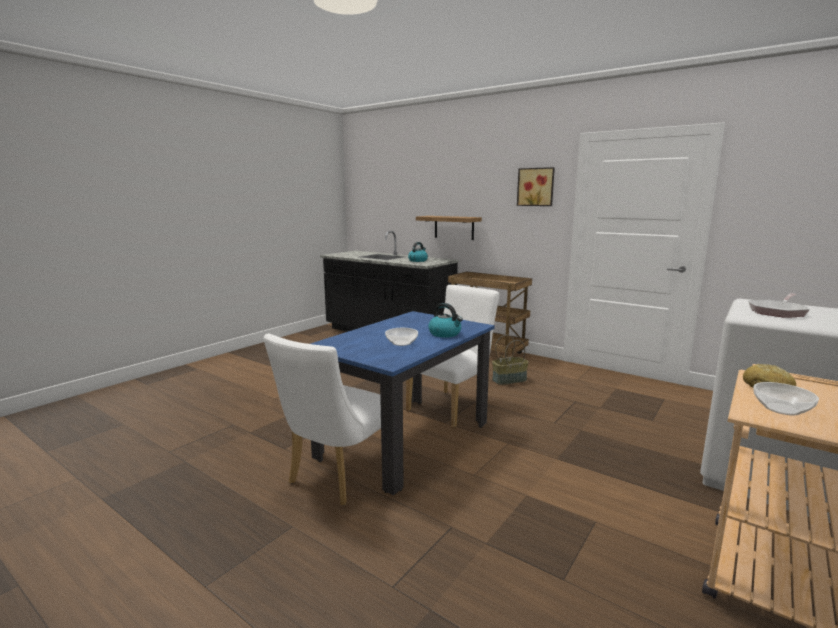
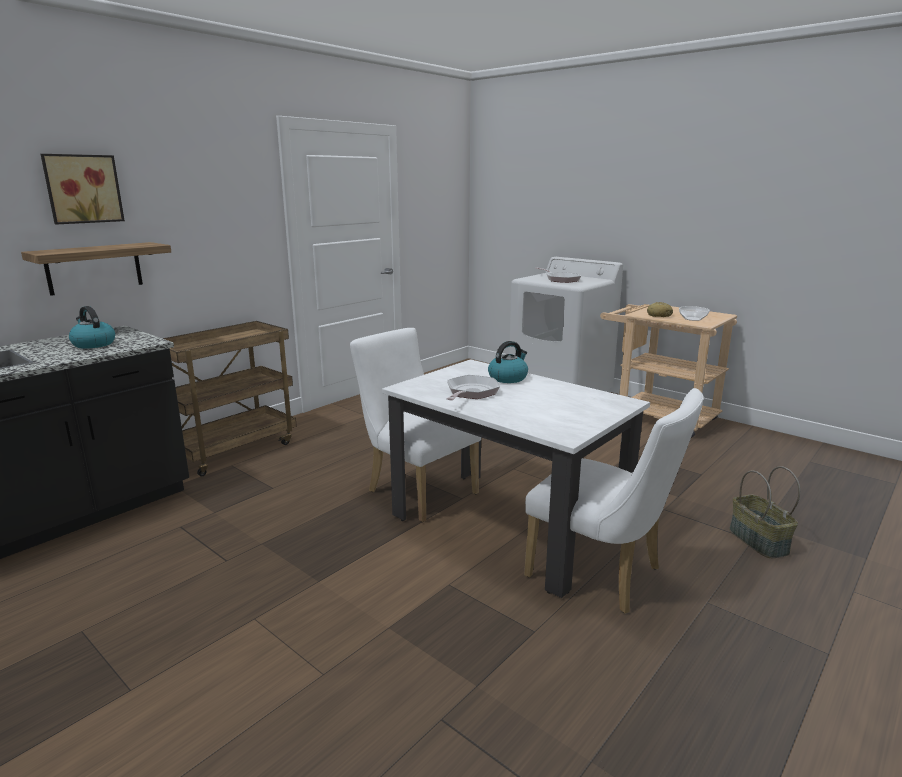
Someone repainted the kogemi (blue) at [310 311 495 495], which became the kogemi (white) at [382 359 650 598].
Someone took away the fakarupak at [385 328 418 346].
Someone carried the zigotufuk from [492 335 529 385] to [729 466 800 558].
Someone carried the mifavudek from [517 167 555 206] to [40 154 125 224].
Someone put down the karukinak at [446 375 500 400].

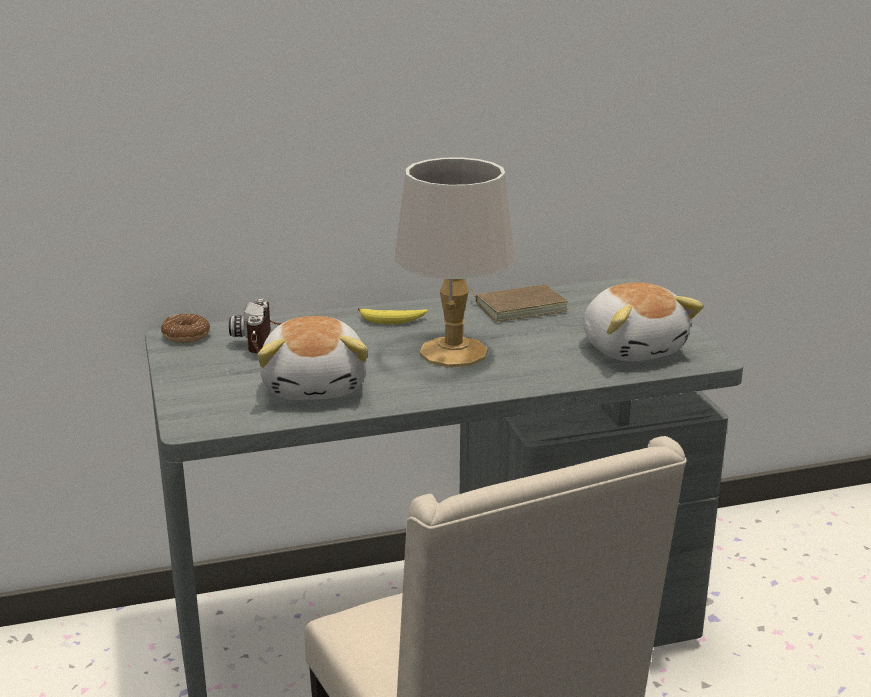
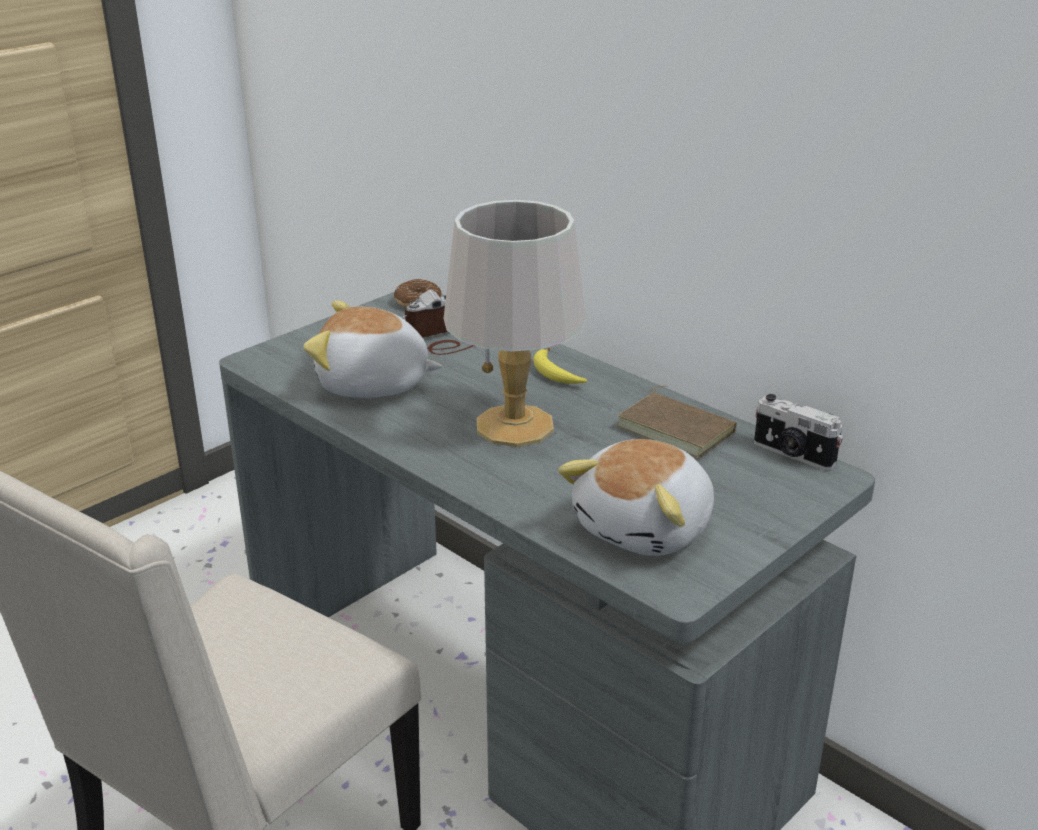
Someone rotated the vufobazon at [258 316 368 400] by 45 degrees clockwise.
Someone put down the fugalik at [754 394 843 471].

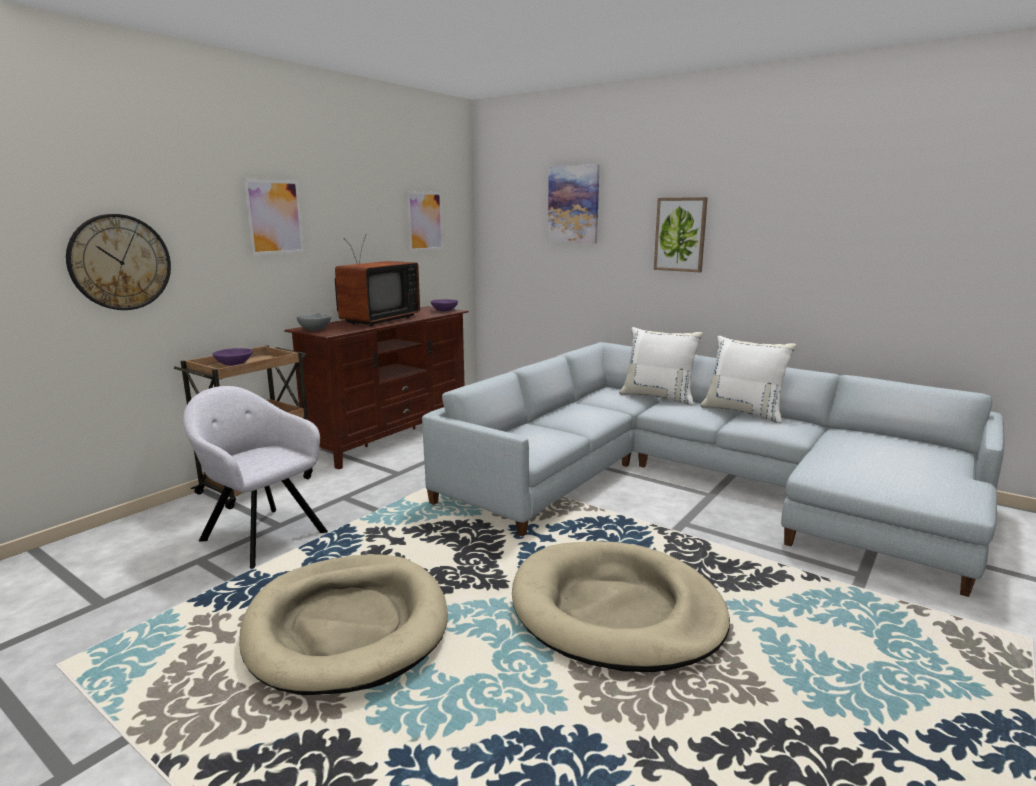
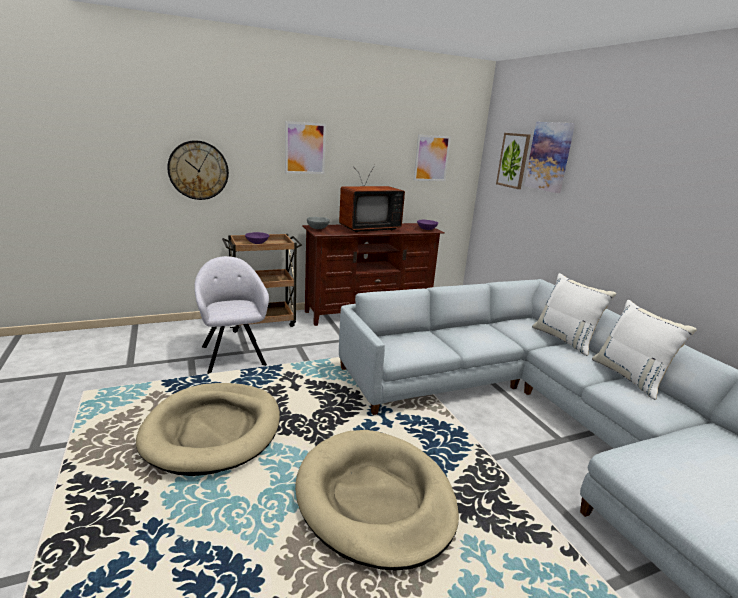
Someone carried the mifavudek from [654 197 708 272] to [496 133 531 189].

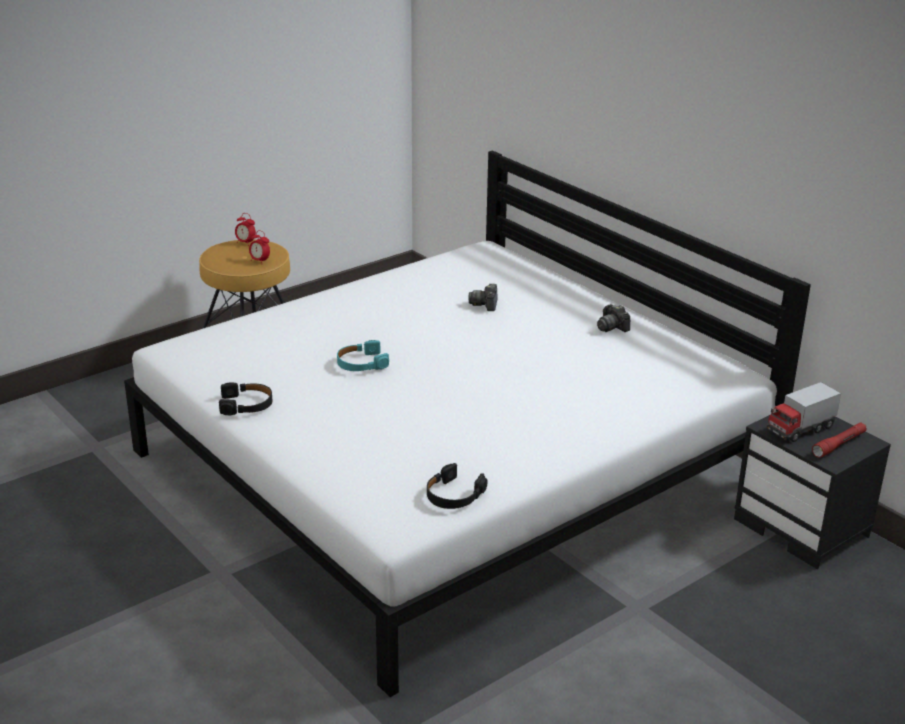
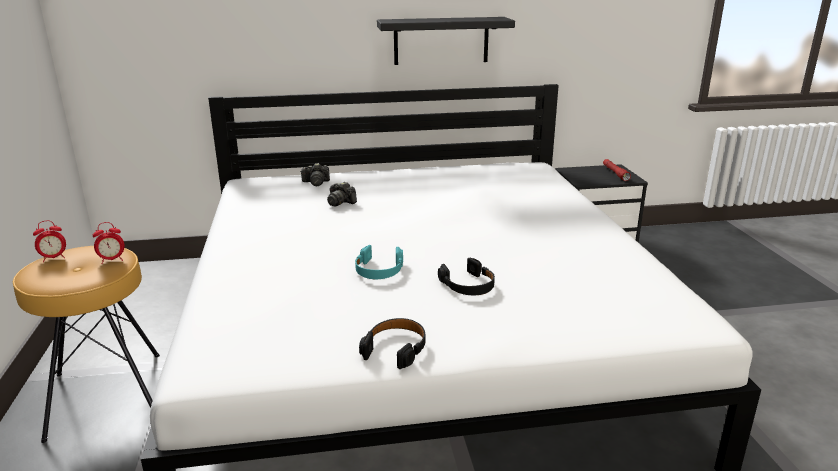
Someone carried the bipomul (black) from [427 463 487 509] to [438 258 495 295].
Someone carried the fugalik from [597 304 630 332] to [301 163 330 186].
Someone took away the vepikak at [766 382 841 442].
Someone put up the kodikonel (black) at [377 17 515 65].

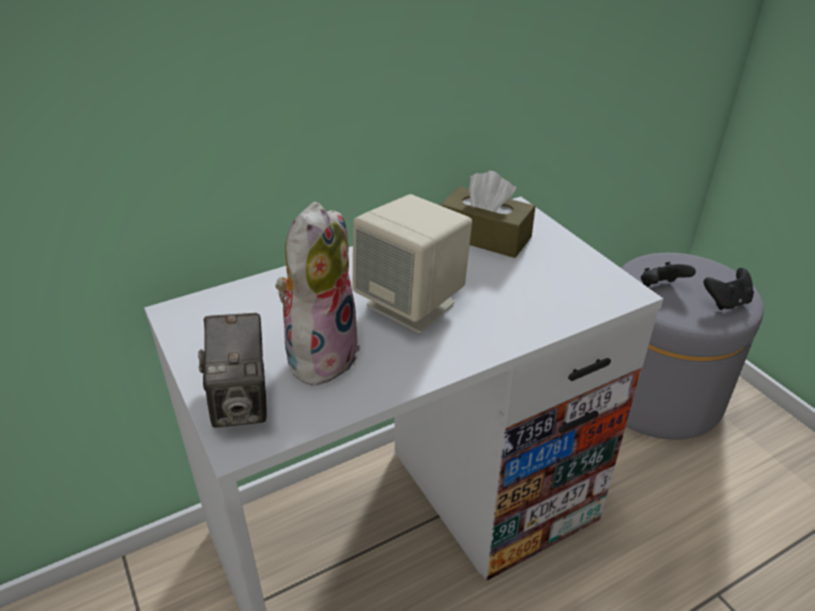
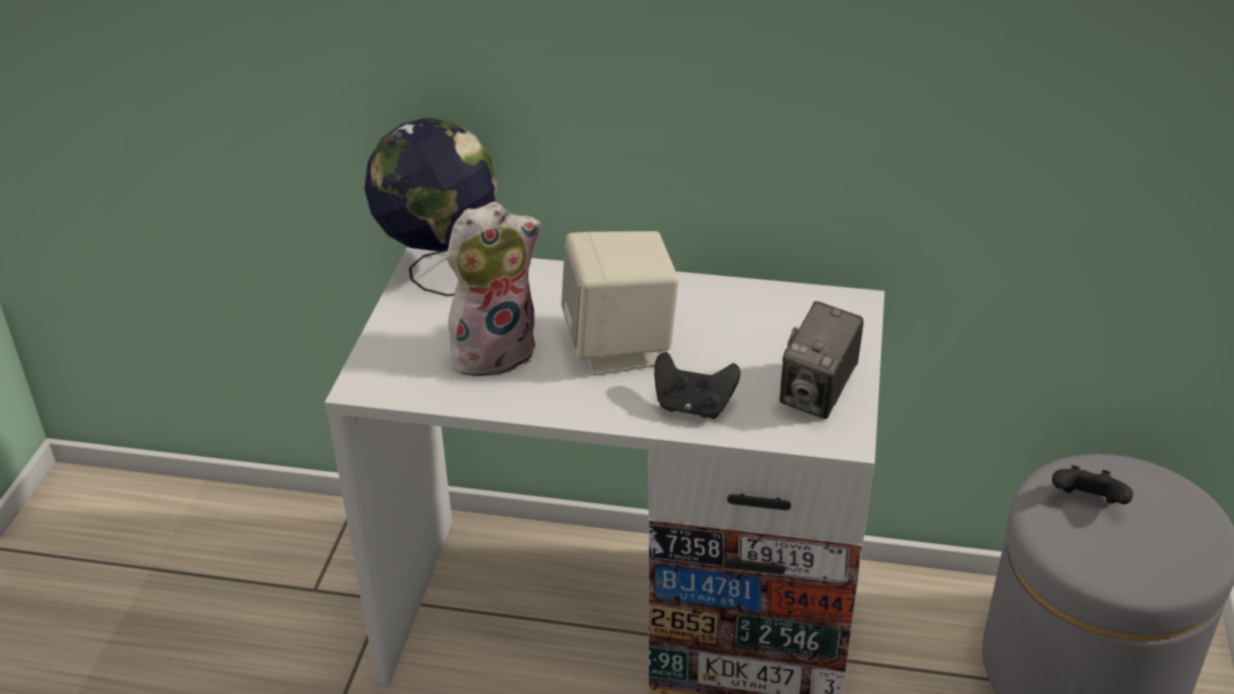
Someone carried the fugalik from [198 313 267 428] to [780 301 864 419].
Someone took away the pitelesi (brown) at [440 171 536 258].
Someone carried the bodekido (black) from [704 268 754 310] to [654 352 740 419].
Someone put down the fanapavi at [364 118 497 297].

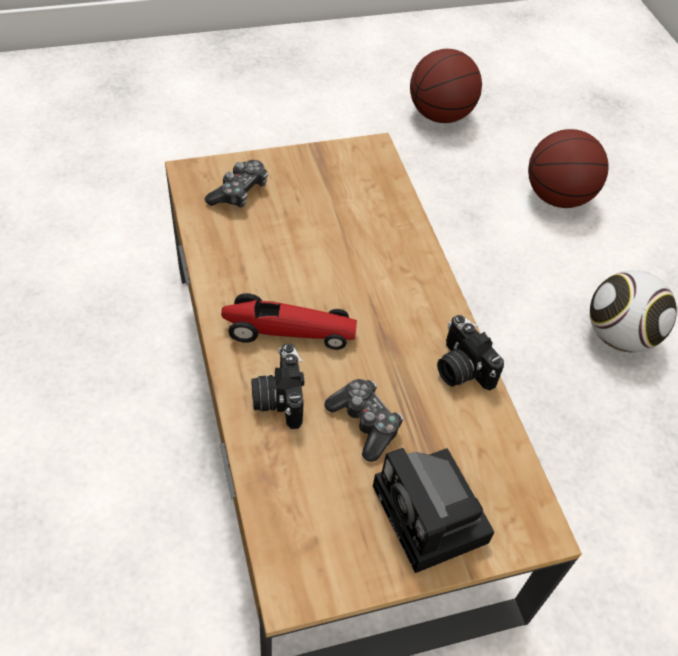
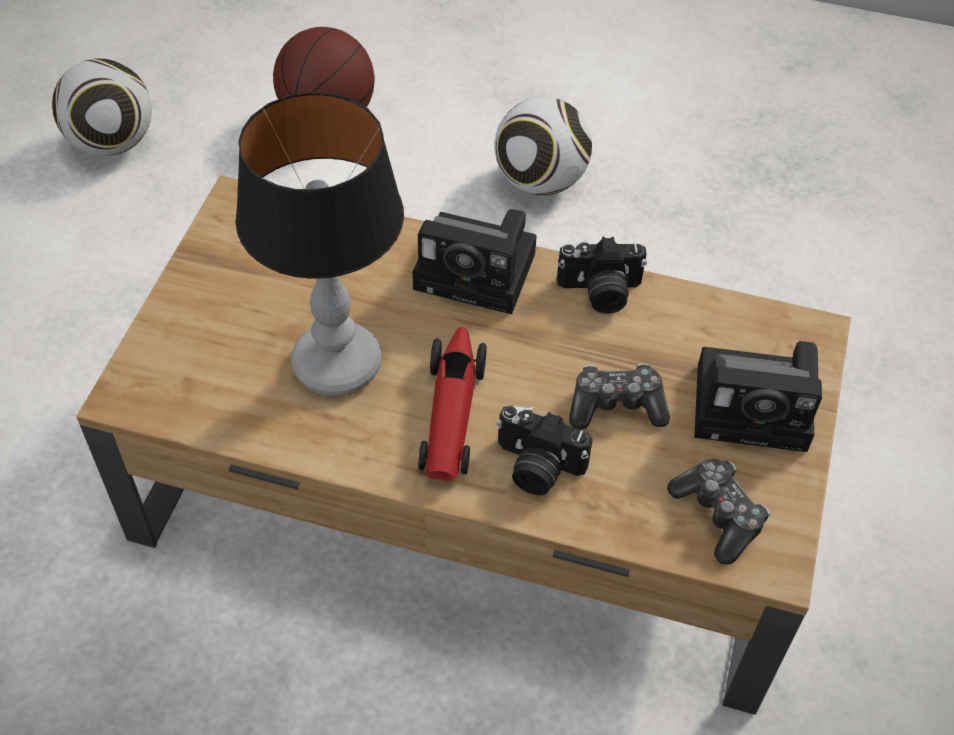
Someone carried the bodekido from [205 160 268 208] to [667 458 770 565].
Someone rotated the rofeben at [221 293 357 350] by 150 degrees clockwise.
Someone swapped the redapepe at [410 49 482 123] for the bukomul at [52 59 152 156].
Someone put down the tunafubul at [235 92 404 396].
Someone put down the fugalik at [413 209 537 314].

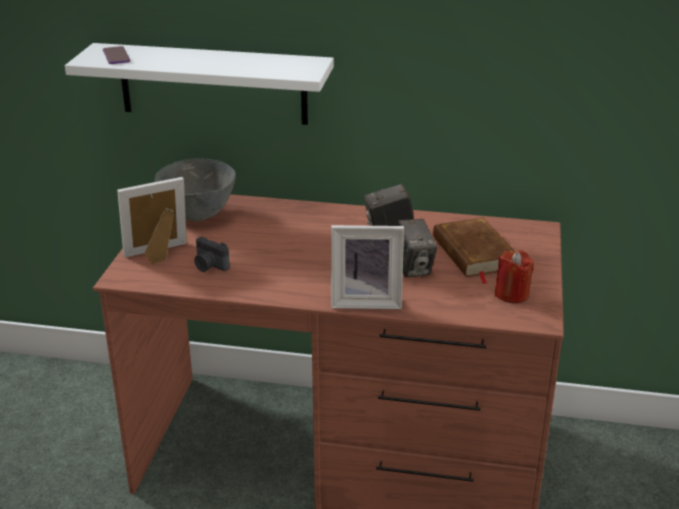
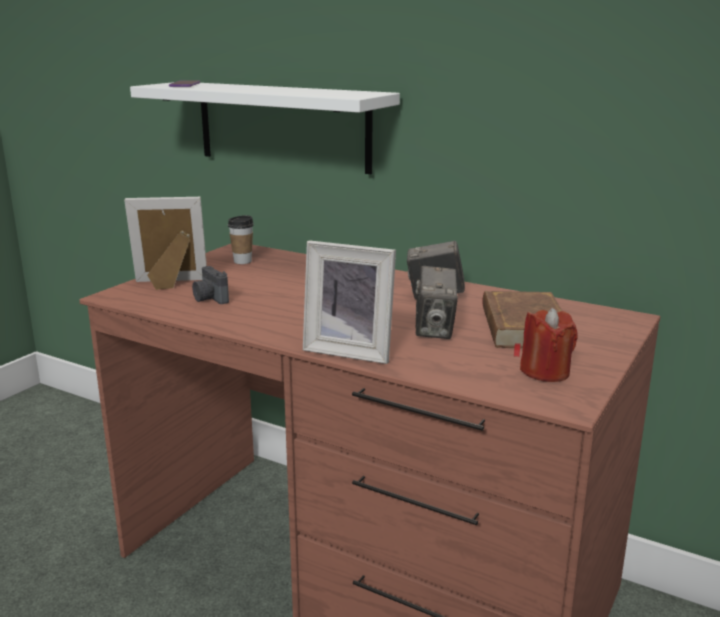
Someone swapped the fakarupak (grey) at [155 158 236 221] for the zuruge at [228 215 254 264].

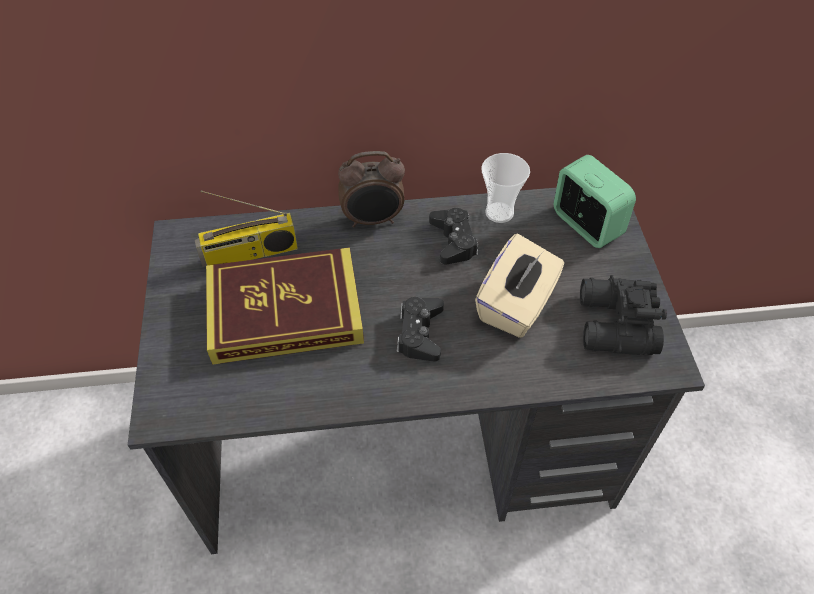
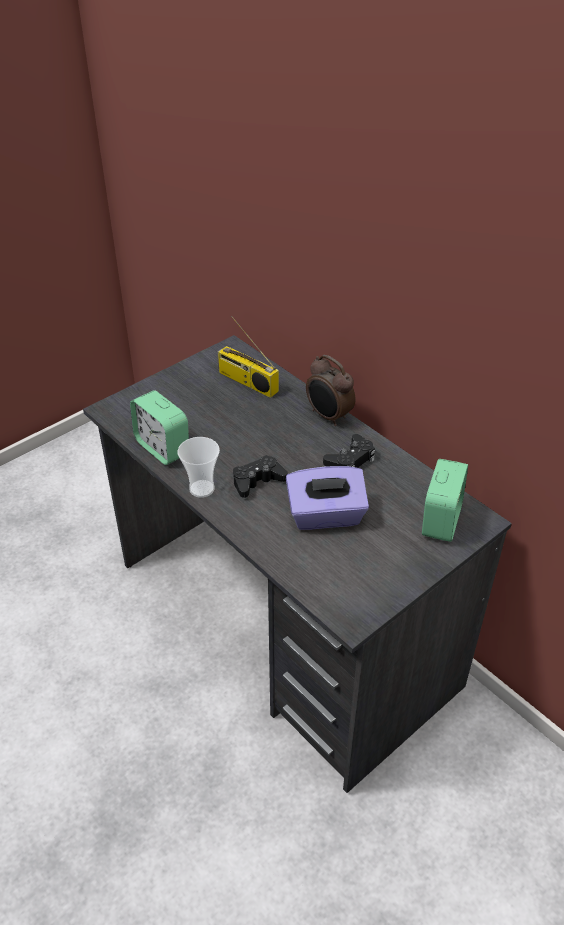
Someone took away the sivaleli at [206 247 364 365].
Someone repainted the pitelesi (beige) at [475 234 564 338], which became the pitelesi (purple) at [286 466 369 530].
Someone carried the zuruge from [481 153 530 223] to [178 437 220 498].
Someone took away the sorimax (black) at [580 275 667 355].
Someone put down the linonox at [130 391 189 465].

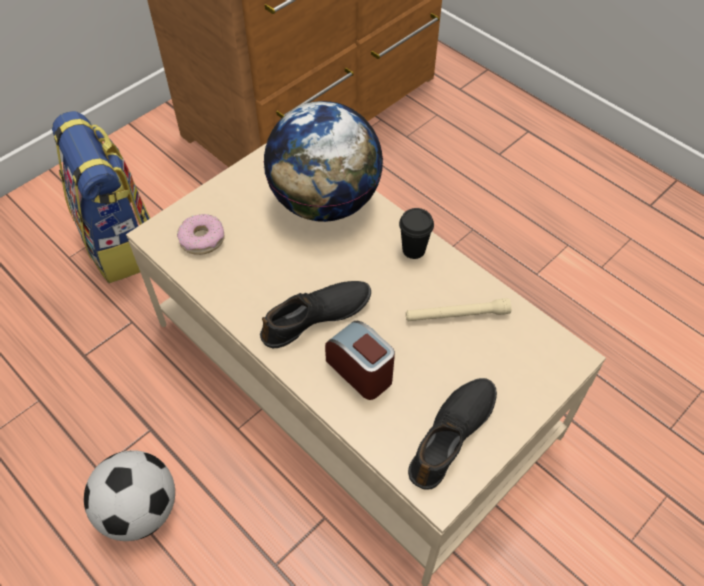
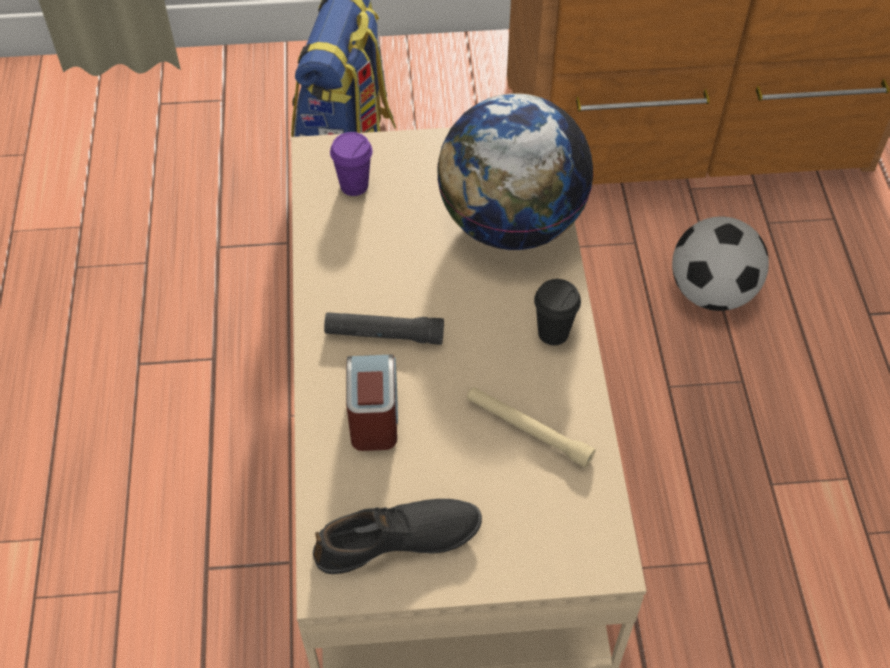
Someone carried the bukomul from [84 450 175 541] to [672 216 769 311].
Someone swapped the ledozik at [177 214 225 255] for the zuruge (purple) at [330 132 373 196].
Someone swapped the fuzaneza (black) at [260 281 371 348] for the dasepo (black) at [324 312 444 345].

